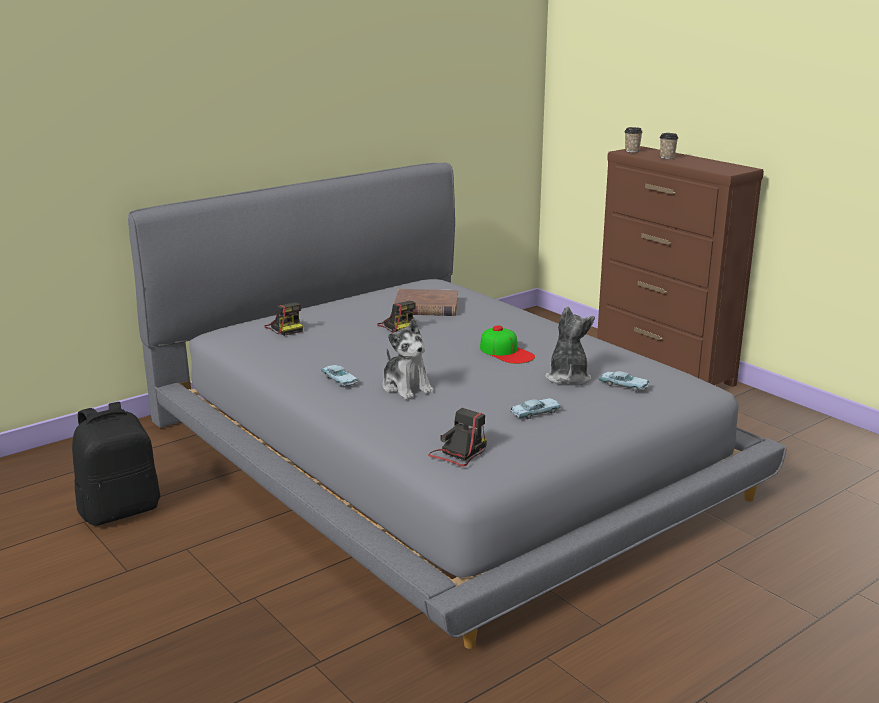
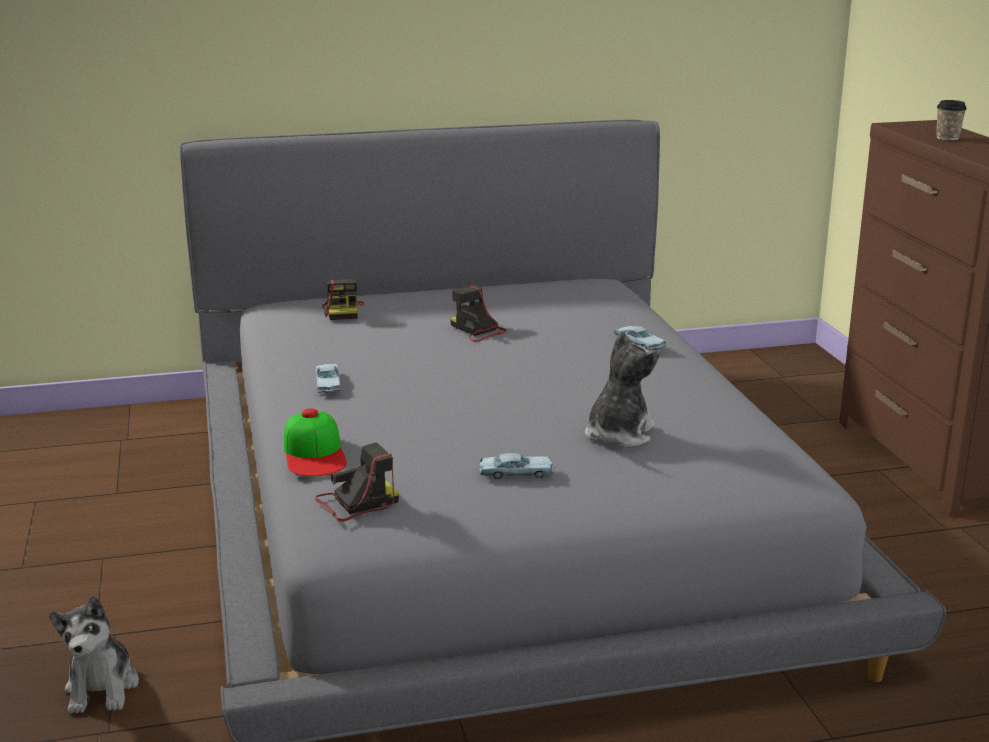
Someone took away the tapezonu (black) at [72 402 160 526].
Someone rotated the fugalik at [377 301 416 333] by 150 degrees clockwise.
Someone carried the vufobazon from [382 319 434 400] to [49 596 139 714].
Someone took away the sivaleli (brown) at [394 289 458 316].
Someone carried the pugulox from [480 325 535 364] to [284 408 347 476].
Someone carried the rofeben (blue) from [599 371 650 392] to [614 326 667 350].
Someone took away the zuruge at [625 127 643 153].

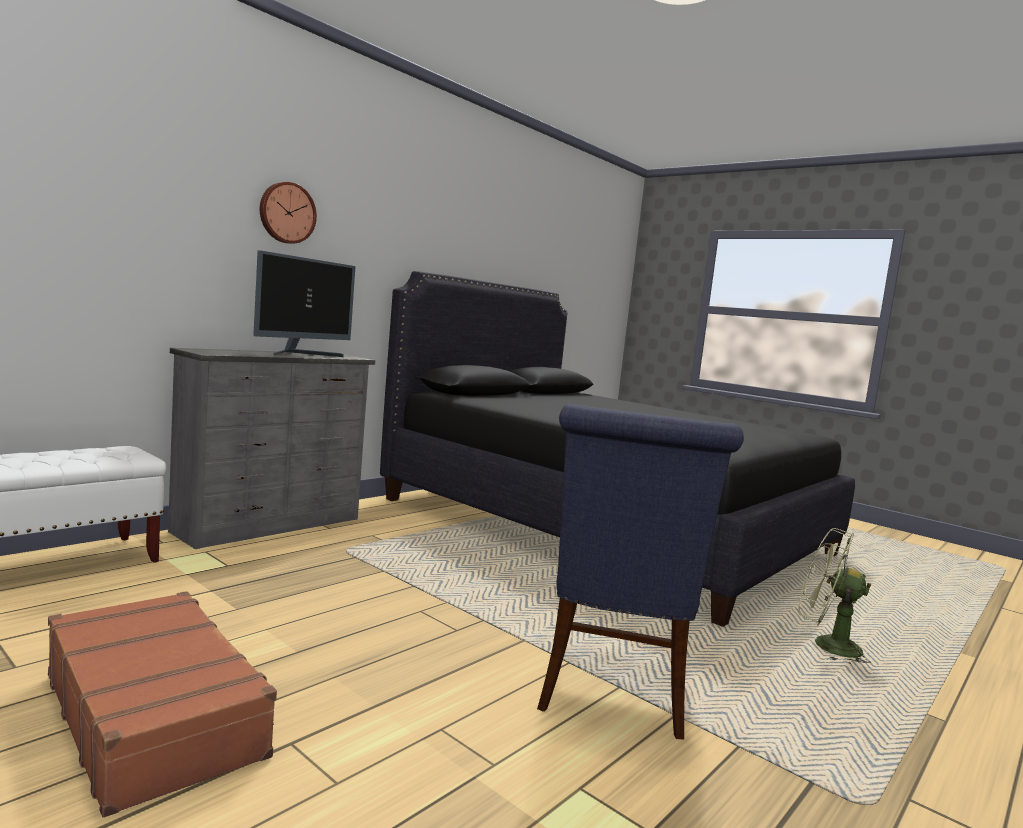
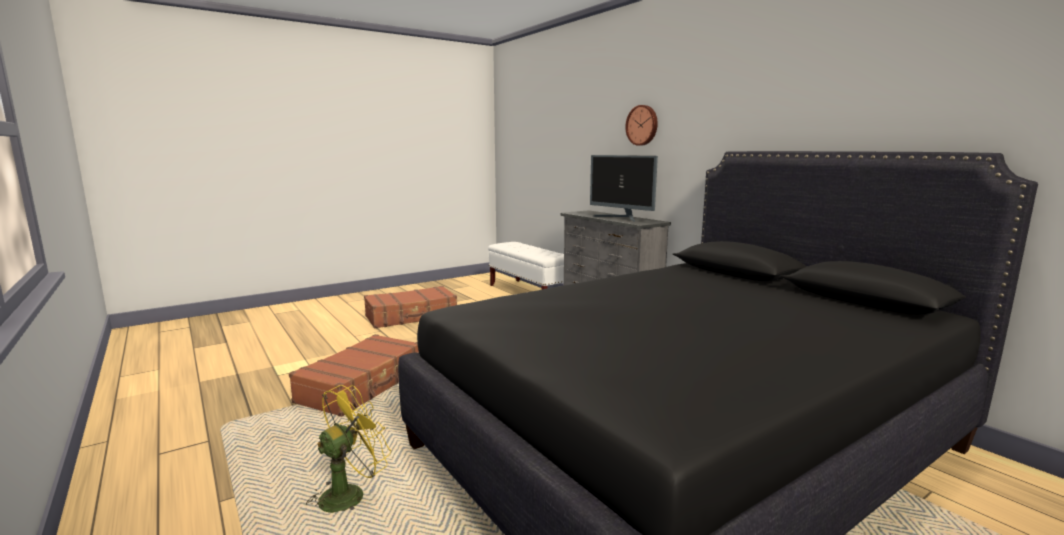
Someone swapped the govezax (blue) at [537 404 744 740] for the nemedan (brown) at [289 334 419 417].
Someone repainted the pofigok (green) at [798 528 871 664], which became the pofigok (yellow) at [306 385 391 513].

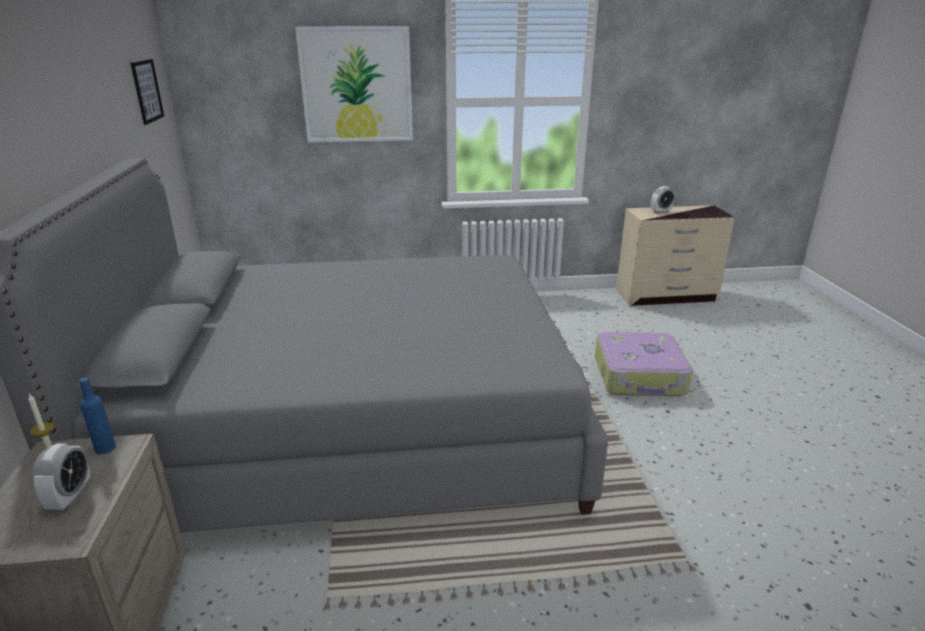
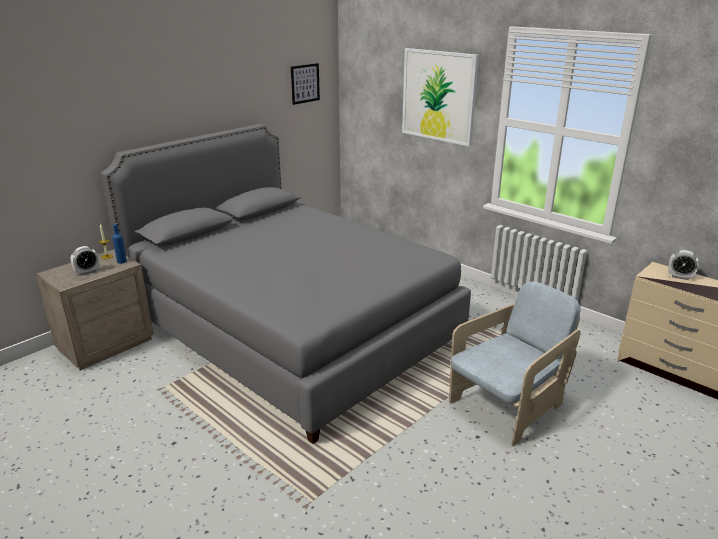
Someone swapped the nemedan at [595 332 693 396] for the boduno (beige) at [449 282 581 446].

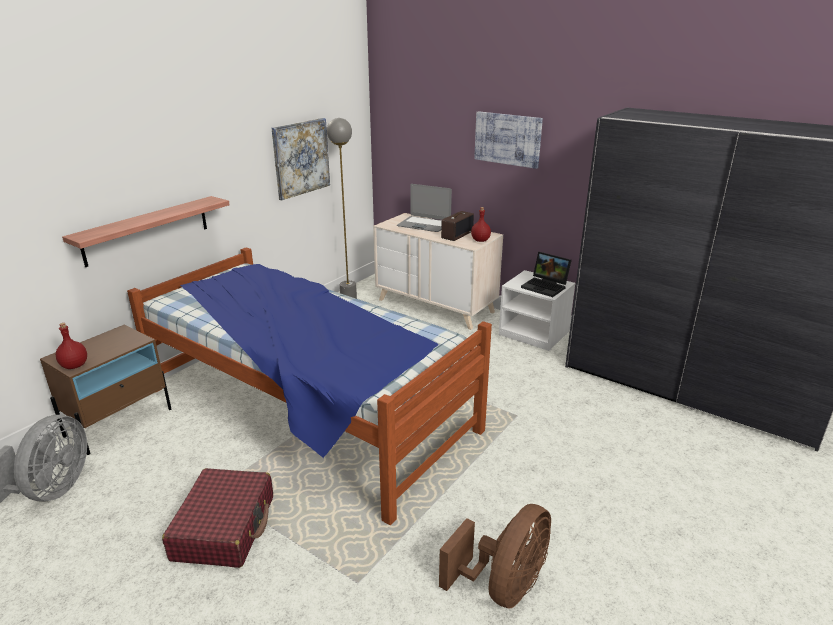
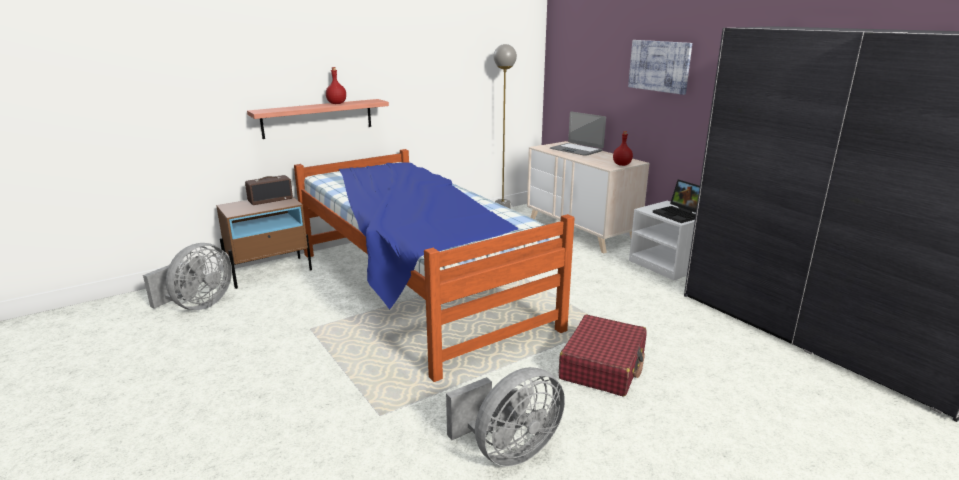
Someone carried the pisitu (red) from [56 323 87 369] to [326 67 346 104].
Someone carried the nemedan (red) from [162 468 273 568] to [559 315 647 397].
Someone took away the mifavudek at [272 118 330 200].
Someone repainted the pofigok (brown) at [439 504 551 608], which became the pofigok (grey) at [446 367 565 467].
Someone carried the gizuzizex from [441 211 474 241] to [245 175 293 205].

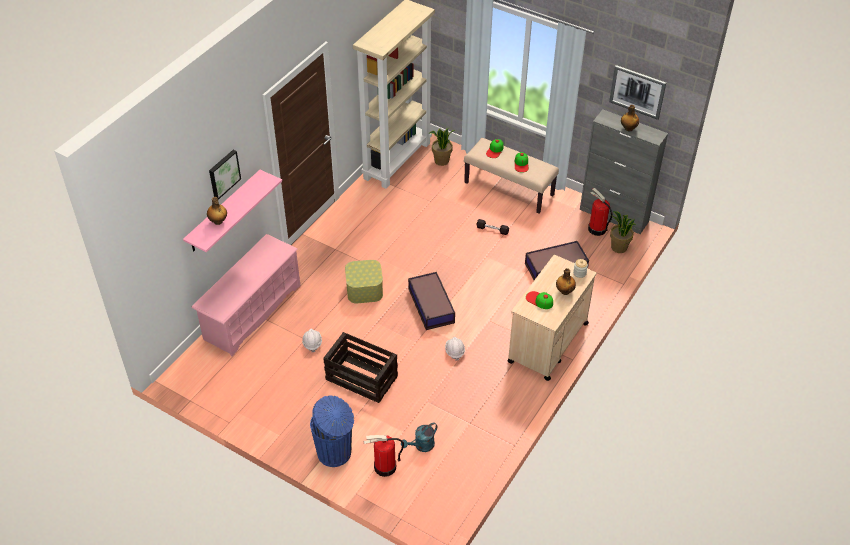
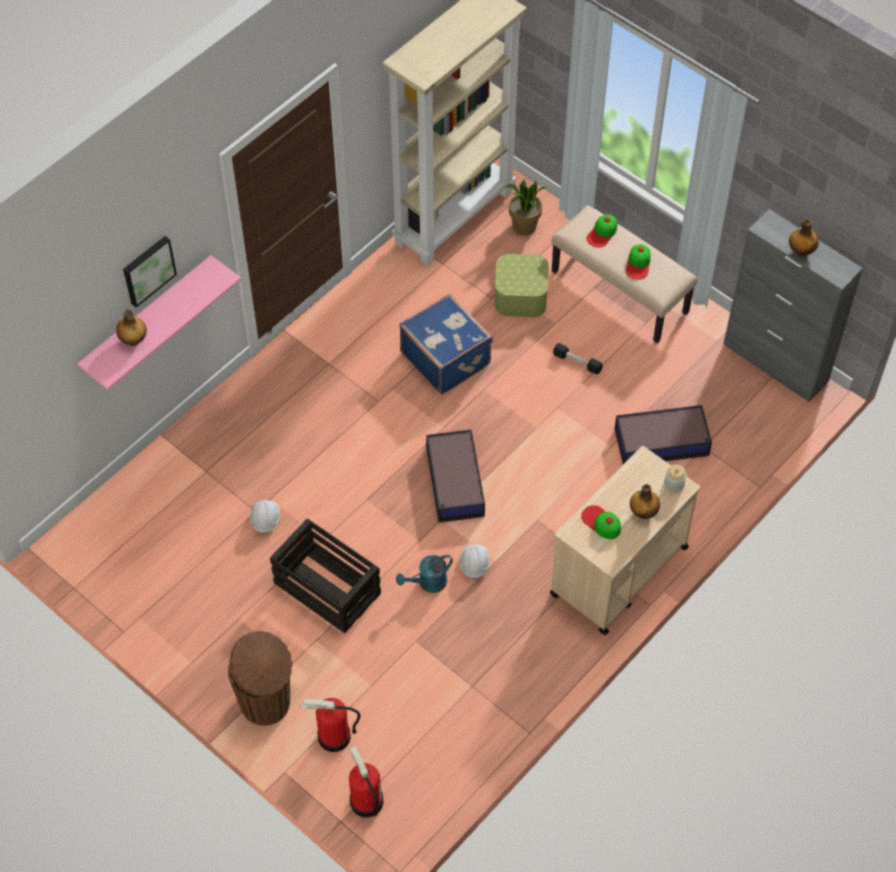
Someone took away the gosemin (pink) at [191 234 300 357].
Someone repainted the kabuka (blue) at [310 395 354 467], which became the kabuka (brown) at [228 631 293 726].
Someone carried the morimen from [345 260 383 303] to [495 254 549 317].
Someone carried the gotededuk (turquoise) from [401 422 437 452] to [396 554 453 593].
Someone carried the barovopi from [588 188 612 236] to [349 746 384 818].
Someone took away the mifavudek at [609 65 666 120].
Someone took away the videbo at [610 211 636 253].
Someone put down the nemedan (blue) at [399 293 493 395].

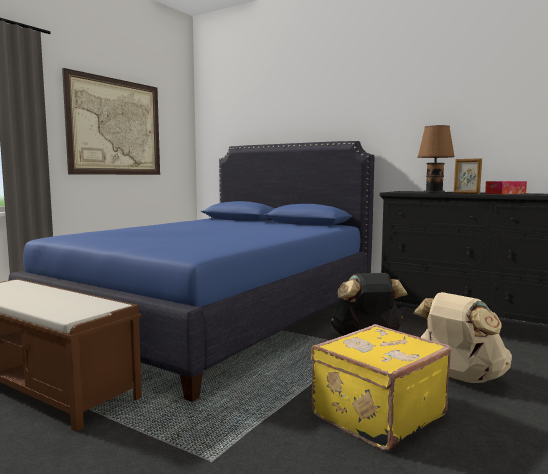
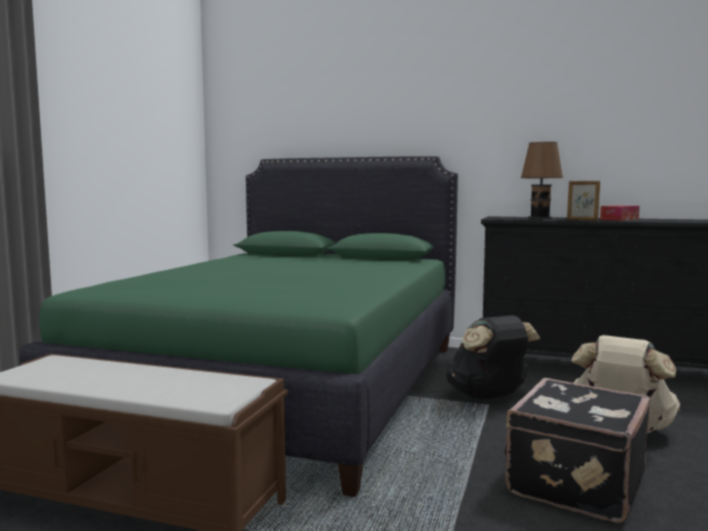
Someone repainted the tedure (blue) at [9 141 375 402], which became the tedure (green) at [20 156 458 497].
Someone took away the mifavudek at [62 68 160 175].
Someone repainted the nemedan (yellow) at [311 324 452 451], which became the nemedan (black) at [504 378 650 523].

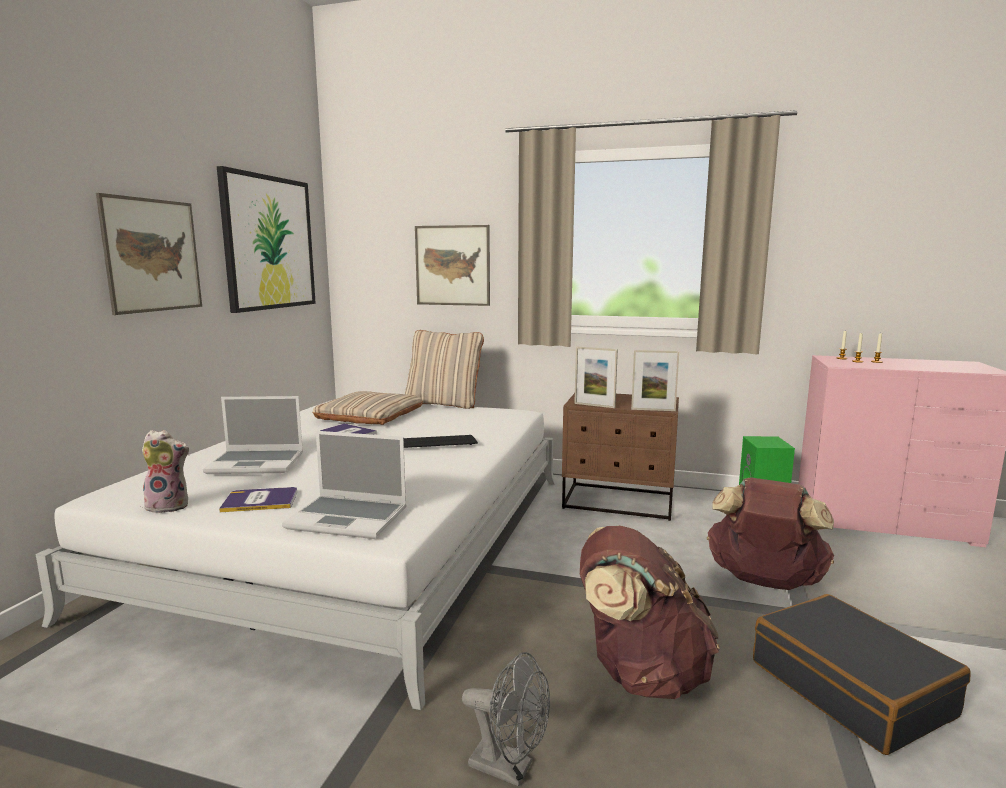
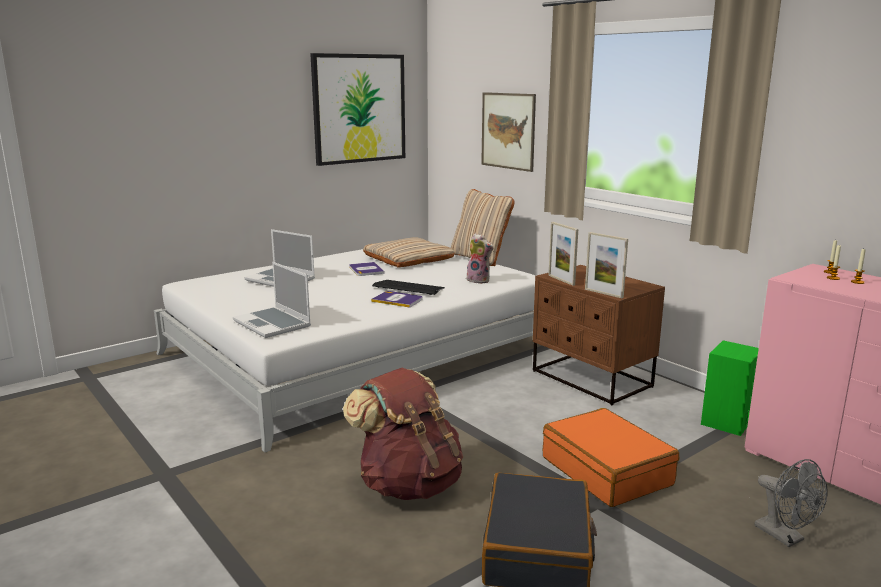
Someone took away the mifavudek at [96 193 202 315].
Someone carried the vufobazon from [142 430 190 513] to [466 233 494 284].
Someone carried the sivaleli from [219 487 297 512] to [371 291 423 308].
Someone carried the pofigok (grey) from [462 652 550 786] to [755 459 828 547].
Someone swapped the tapezonu (brown) at [707 477 834 590] for the nemedan (orange) at [543 408 679 507].

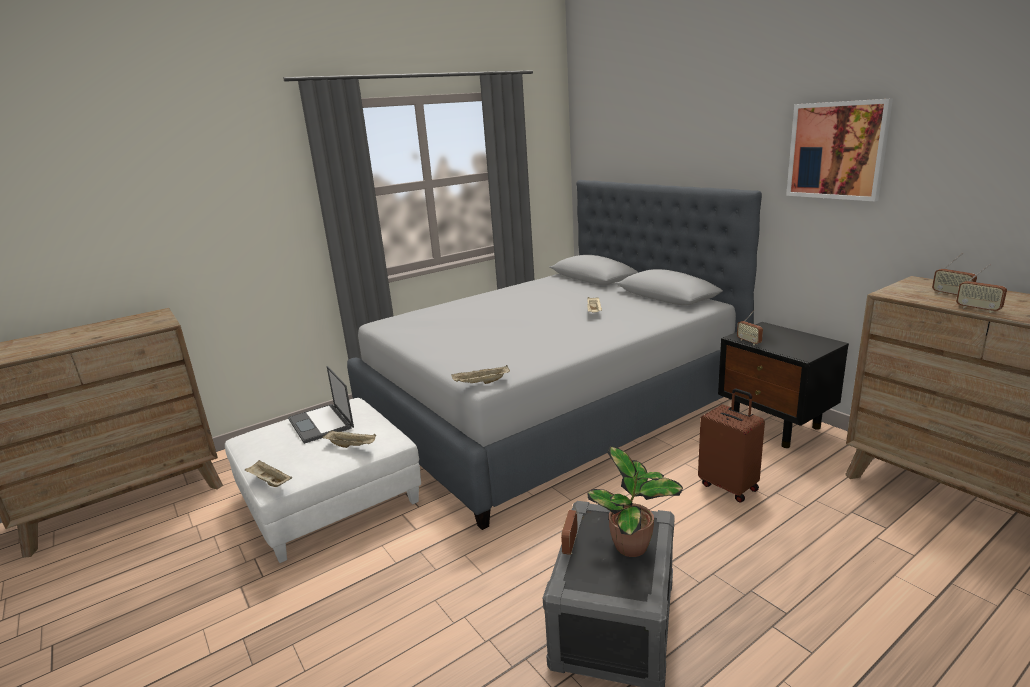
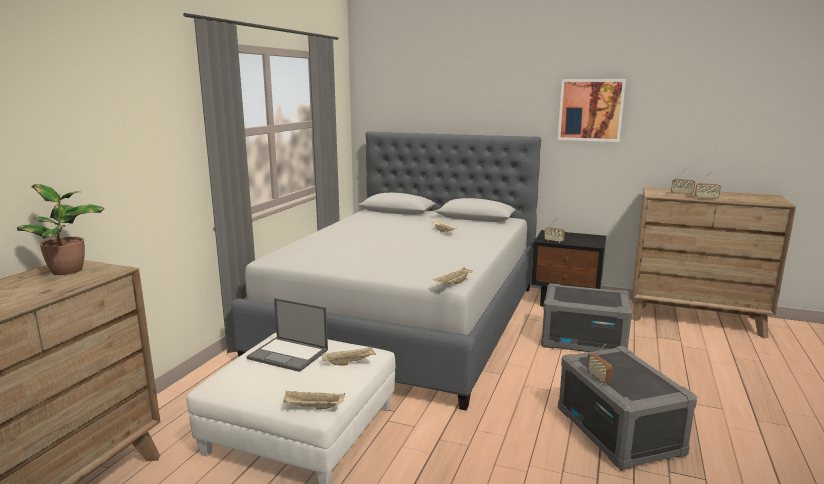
Someone carried the videbo from [587 447 683 557] to [17 184 104 275].
Someone swapped the nemedan (brown) at [698 389 765 502] for the morimen (grey) at [541 283 633 352].

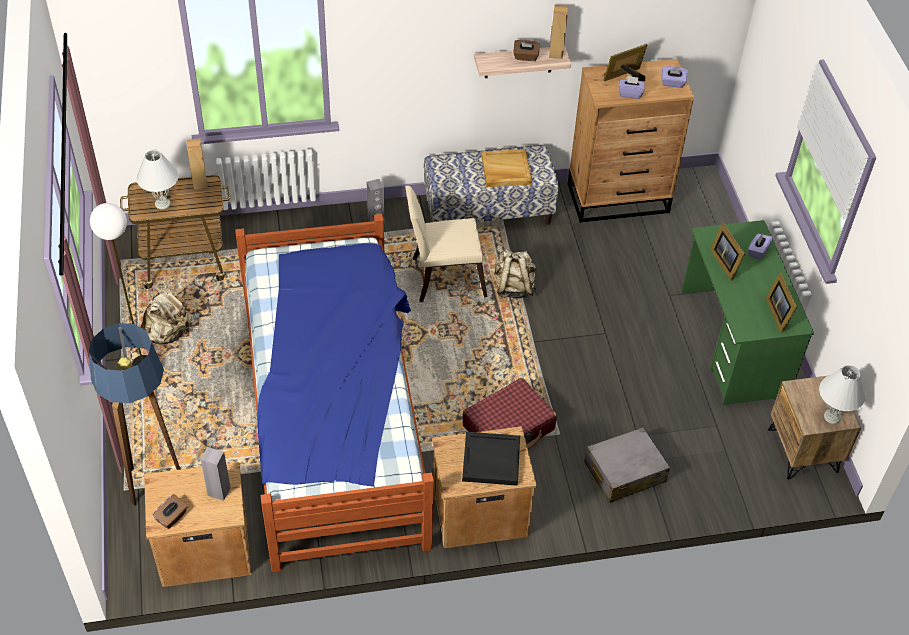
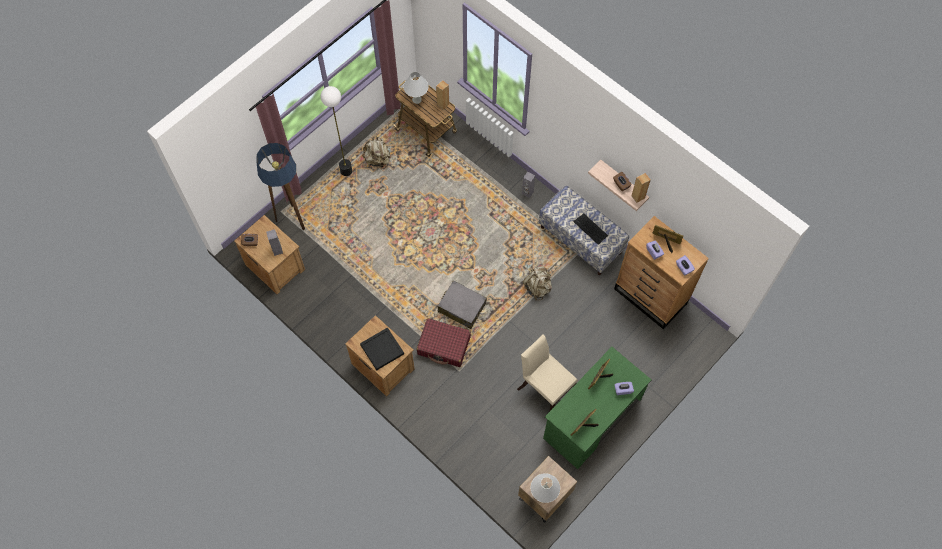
Someone took away the tedure at [235 214 434 572].
Someone carried the govezax (beige) from [405 186 488 302] to [517 334 578 411].
Someone swapped the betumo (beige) at [481 149 532 187] for the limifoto at [573 214 608 245].
Someone carried the nemedan (grey) from [584 427 670 503] to [438 280 487 329].

